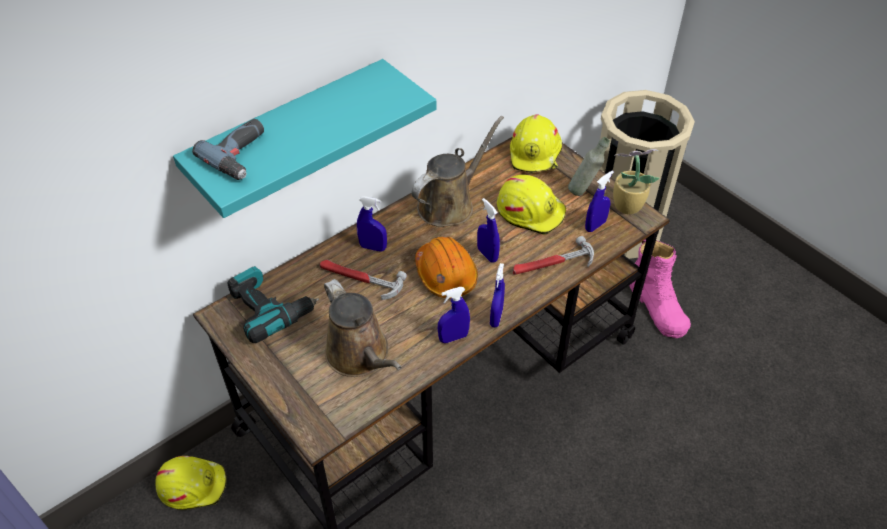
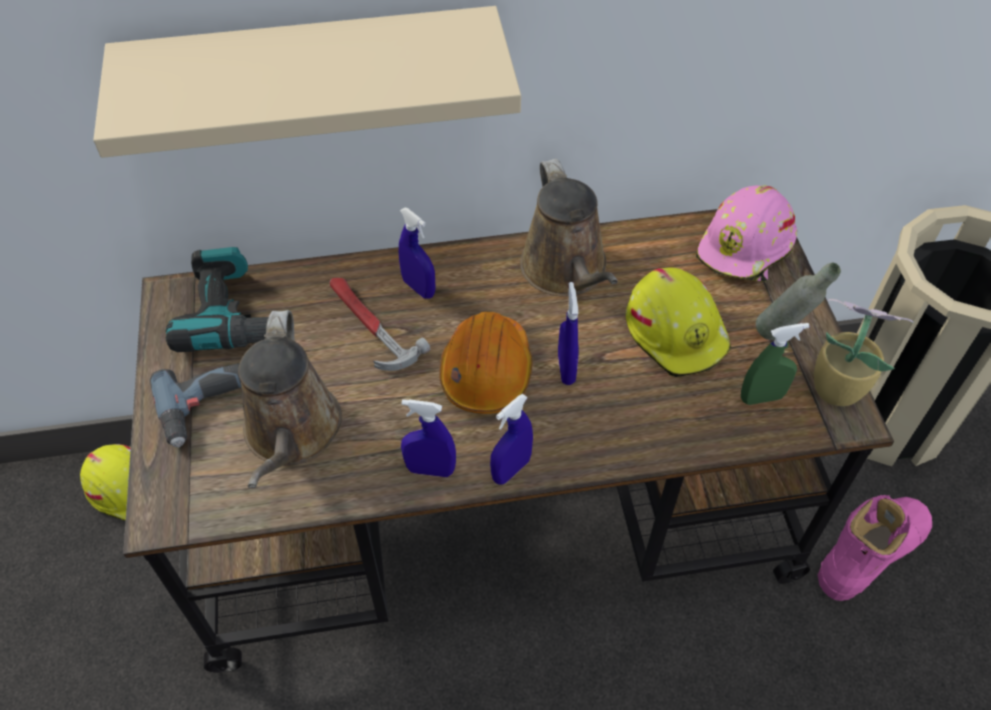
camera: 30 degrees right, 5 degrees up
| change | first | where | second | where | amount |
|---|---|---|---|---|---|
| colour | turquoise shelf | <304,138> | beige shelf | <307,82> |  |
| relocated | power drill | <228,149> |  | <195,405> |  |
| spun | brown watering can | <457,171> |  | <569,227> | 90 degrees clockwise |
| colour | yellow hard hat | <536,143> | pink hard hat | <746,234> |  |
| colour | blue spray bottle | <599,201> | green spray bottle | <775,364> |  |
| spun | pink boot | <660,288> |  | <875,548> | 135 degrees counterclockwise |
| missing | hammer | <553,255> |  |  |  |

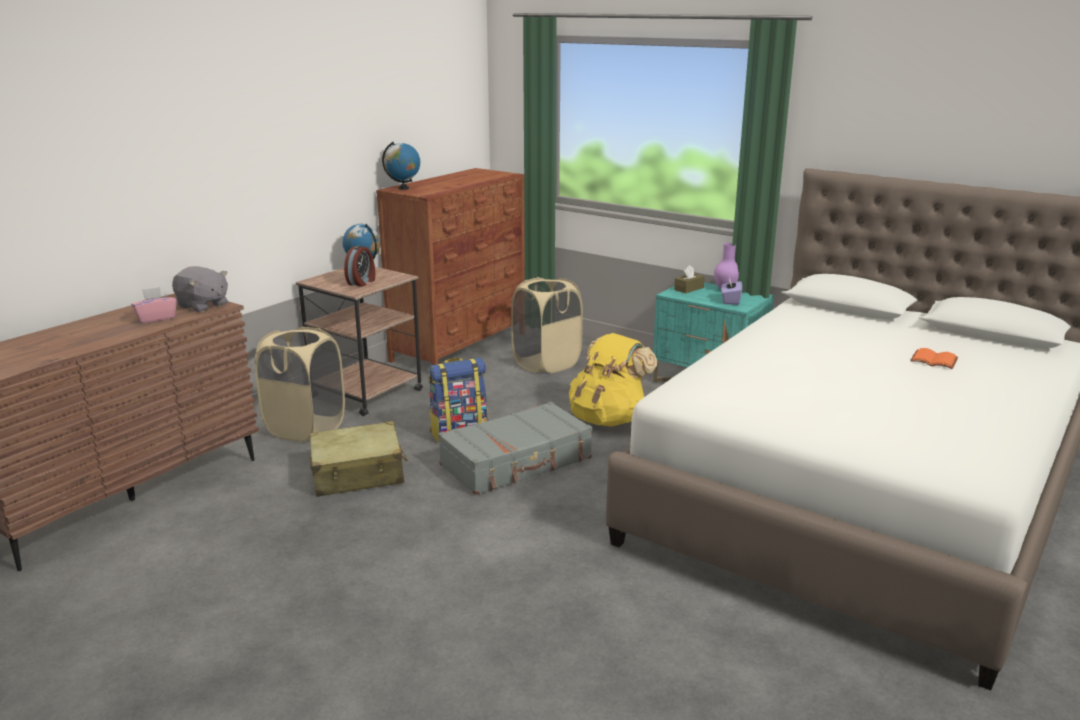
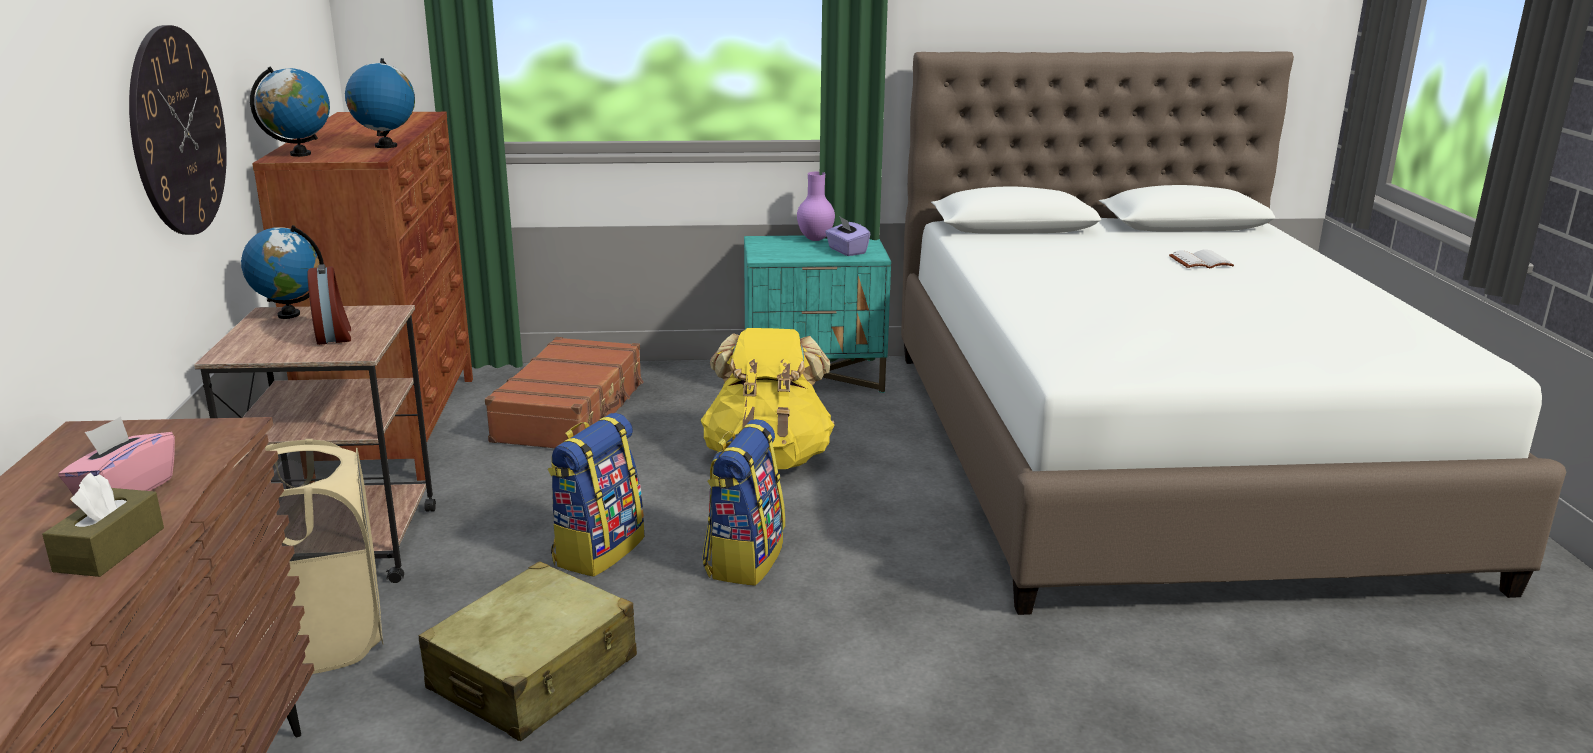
camera: 40 degrees left, 0 degrees up
| change | first | where | second | where | amount |
|---|---|---|---|---|---|
| relocated | brown tissue box | <689,279> |  | <103,525> |  |
| appeared |  |  | wall clock | <178,130> |  |
| appeared |  |  | globe | <380,103> |  |
| exchanged | beige laundry basket | <547,325> | brown suitcase | <564,392> |  |
| exchanged | grey suitcase | <515,448> | backpack | <743,502> |  |
| colour | orange book | <934,358> | white book | <1201,258> |  |
| missing | grey plush toy | <200,289> |  |  |  |

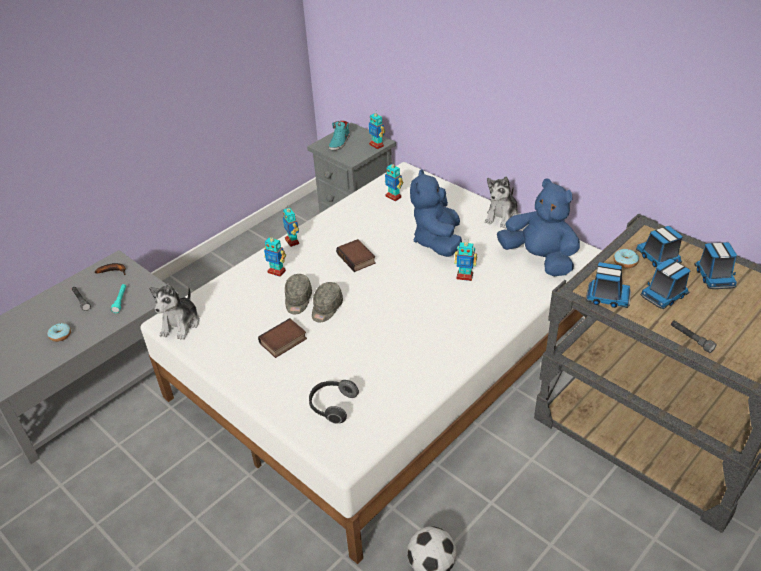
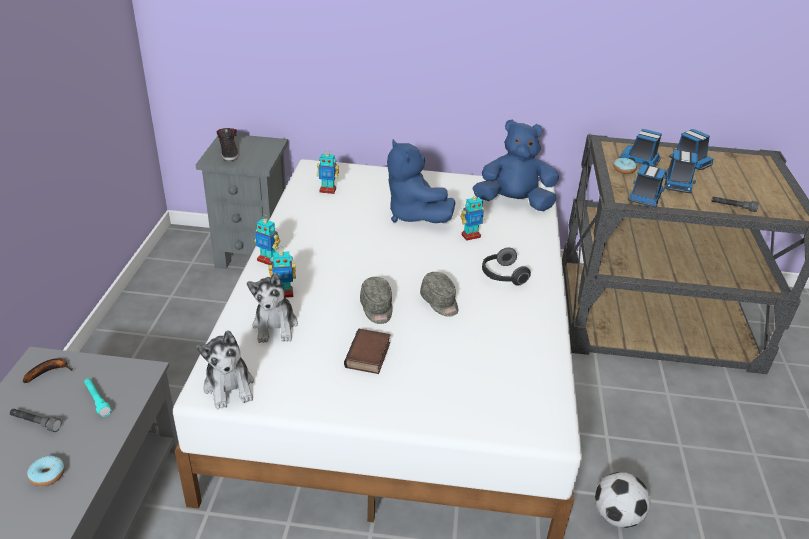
camera: 40 degrees left, 5 degrees down
| change | first | where | second | where | amount |
|---|---|---|---|---|---|
| colour | turquoise shoe | <339,135> | black shoe | <227,144> |  |
| relocated | plush toy | <502,202> |  | <272,307> |  |
| relocated | grey cap | <298,294> |  | <439,294> |  |
| relocated | headphones | <334,402> |  | <506,267> |  |
| spun | toy truck | <608,285> |  | <647,186> | 45 degrees counterclockwise |
| missing | book | <356,255> |  |  |  |
| missing | toy robot | <377,129> |  |  |  |

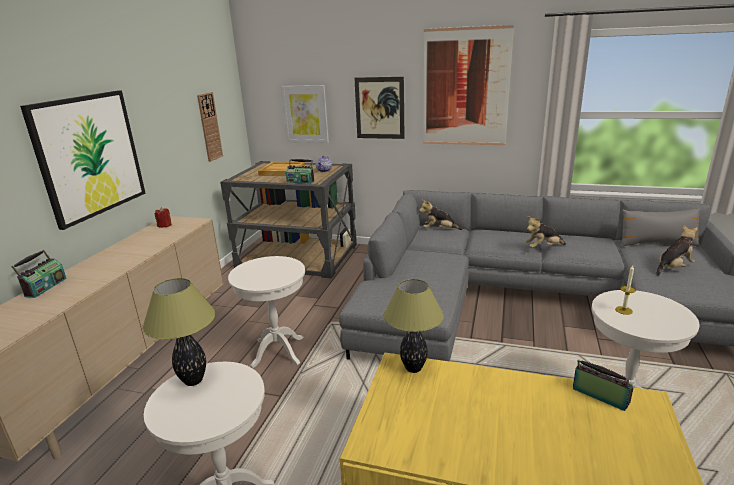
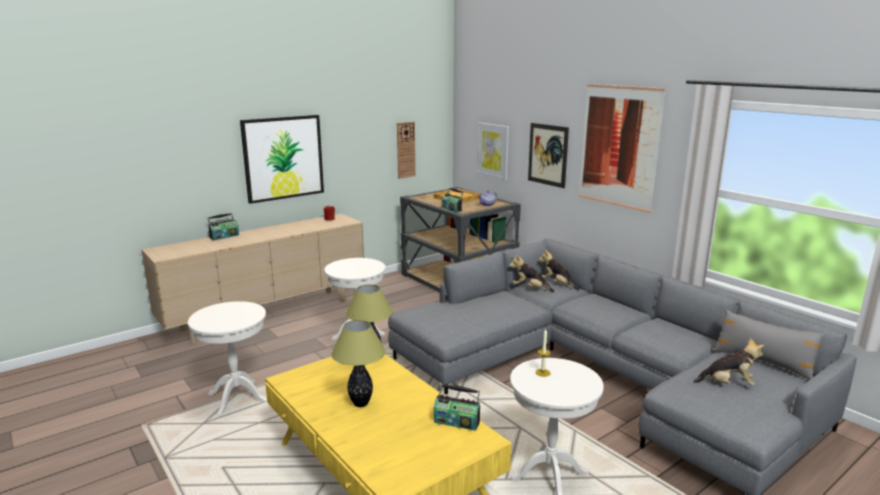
camera: 35 degrees right, 5 degrees down
| change | first | where | second | where | amount |
|---|---|---|---|---|---|
| relocated | table lamp | <179,332> |  | <358,363> |  |
| spun | radio | <603,385> |  | <457,407> | 120 degrees clockwise |
| relocated | plush toy | <545,232> |  | <532,273> |  |

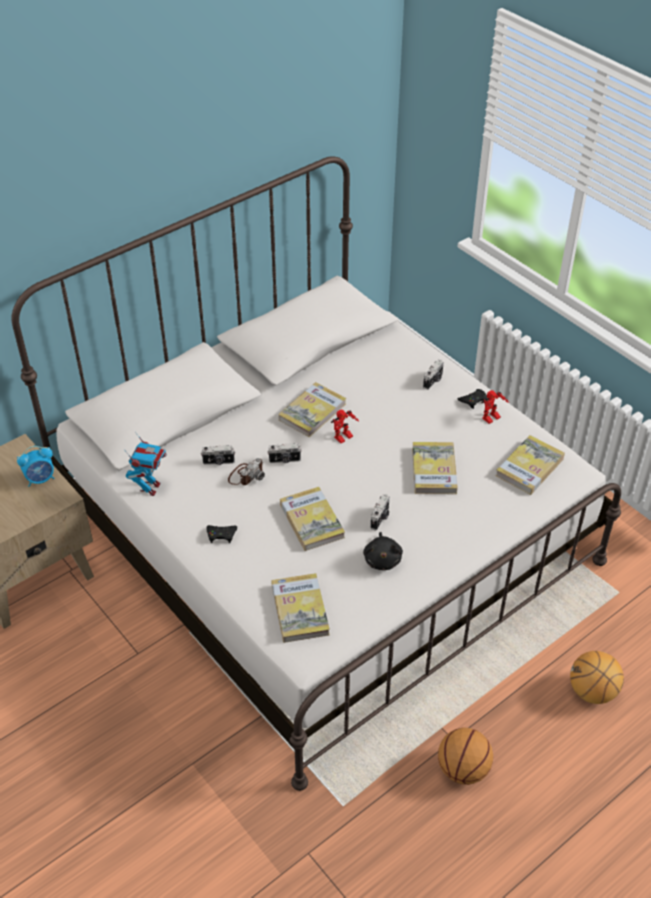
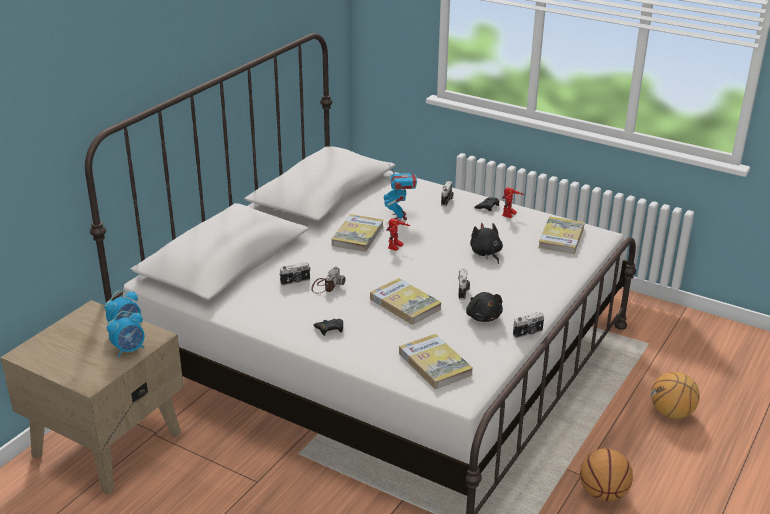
camera: 20 degrees left, 15 degrees down
| change | first | where | second | where | amount |
|---|---|---|---|---|---|
| appeared |  |  | alarm clock | <125,334> |  |
| relocated | toy robot | <145,464> |  | <400,192> |  |
| exchanged | book | <435,468> | black plush toy | <486,243> |  |
| relocated | photo camera | <284,453> |  | <528,325> |  |

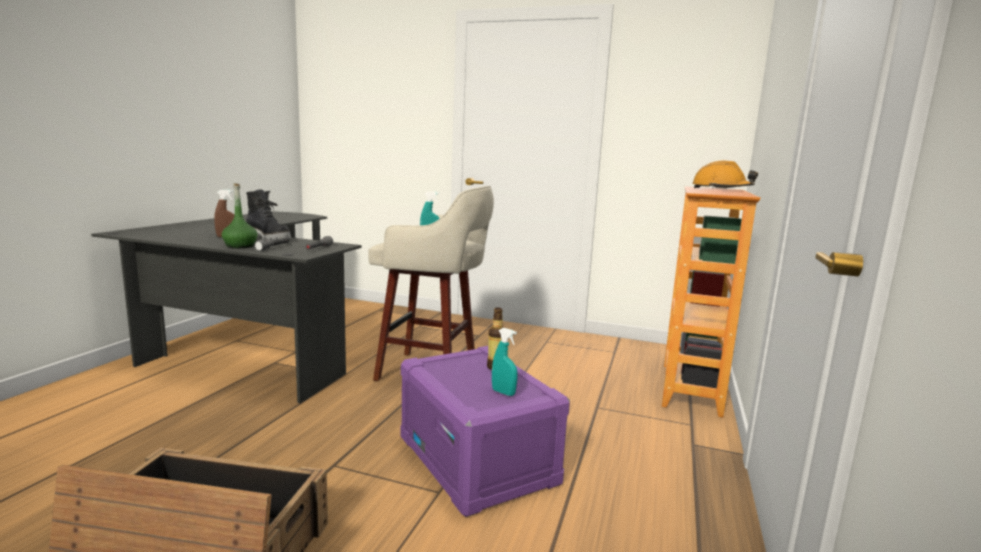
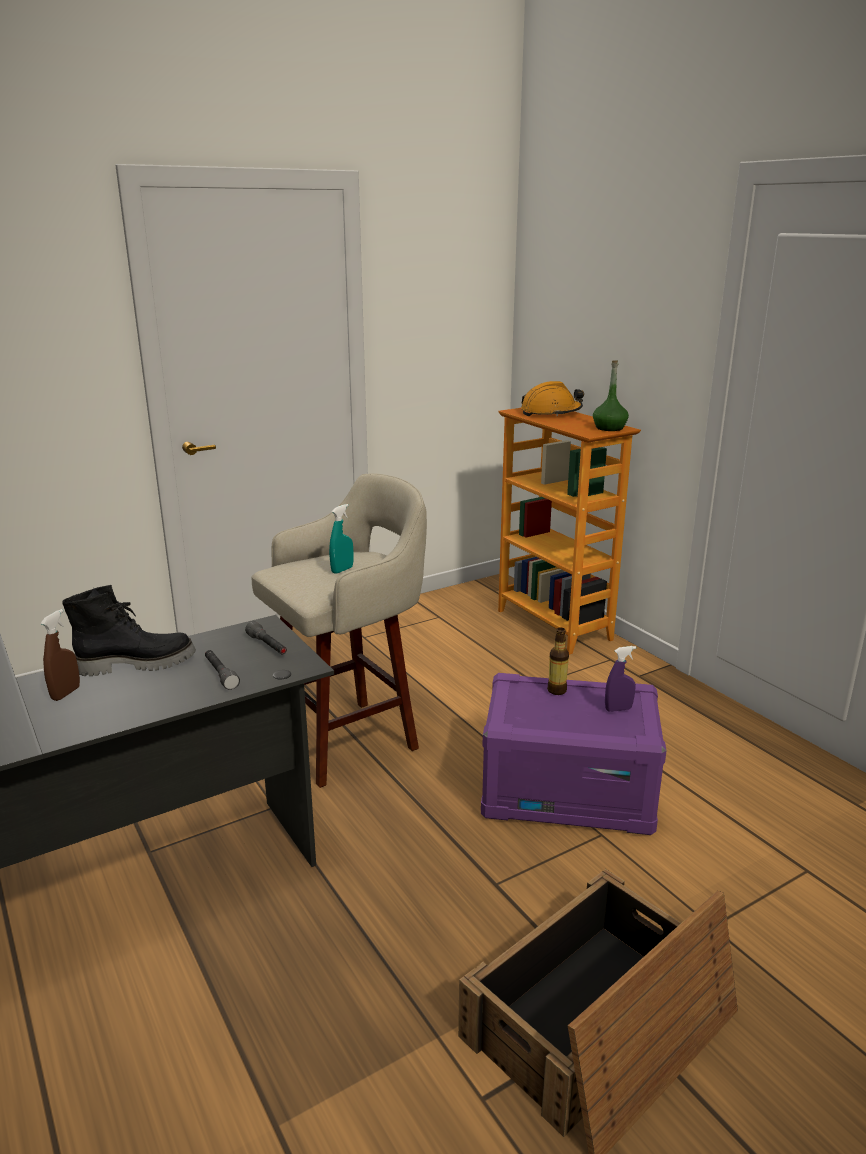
camera: 50 degrees left, 10 degrees up
| change | first | where | second | where | amount |
|---|---|---|---|---|---|
| relocated | green bottle | <240,215> |  | <611,395> |  |
| colour | turquoise spray bottle | <505,362> | purple spray bottle | <620,679> |  |

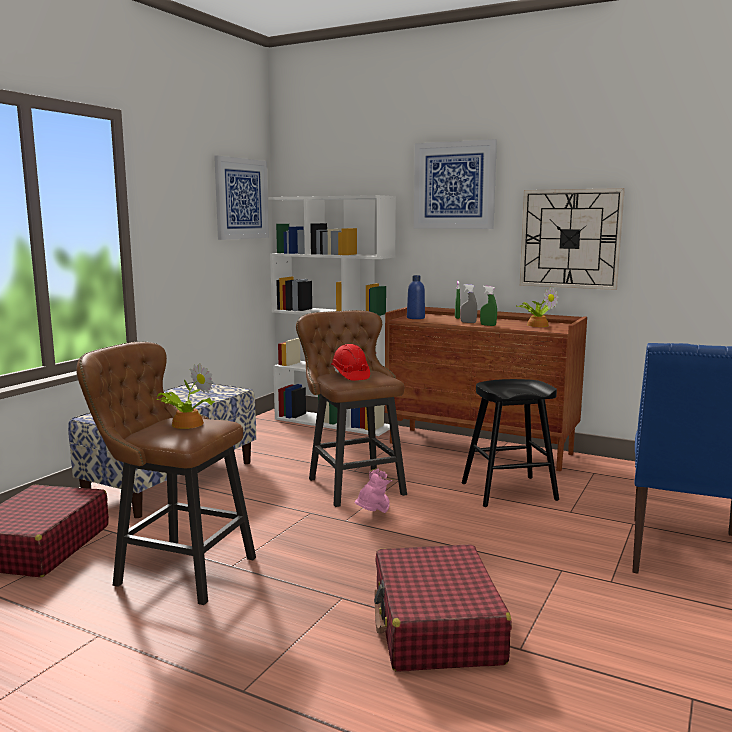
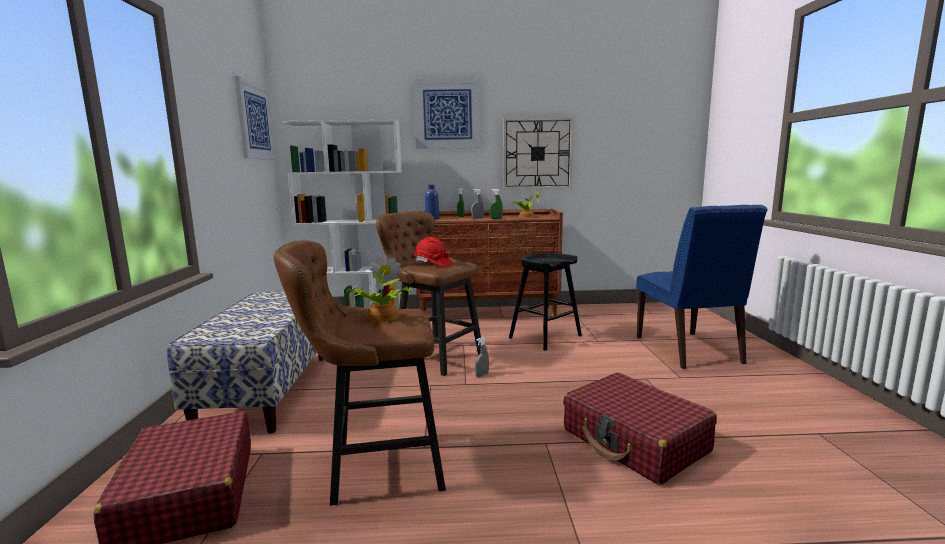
camera: 30 degrees left, 0 degrees up
| change | first | where | second | where | amount |
|---|---|---|---|---|---|
| exchanged | pink boot | <374,490> | grey spray bottle | <482,357> |  |

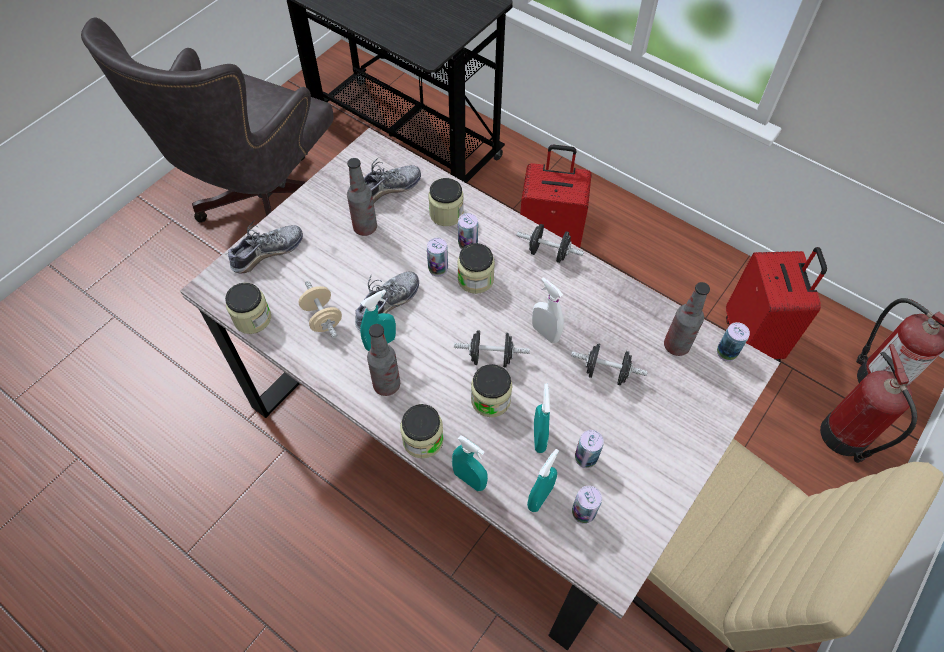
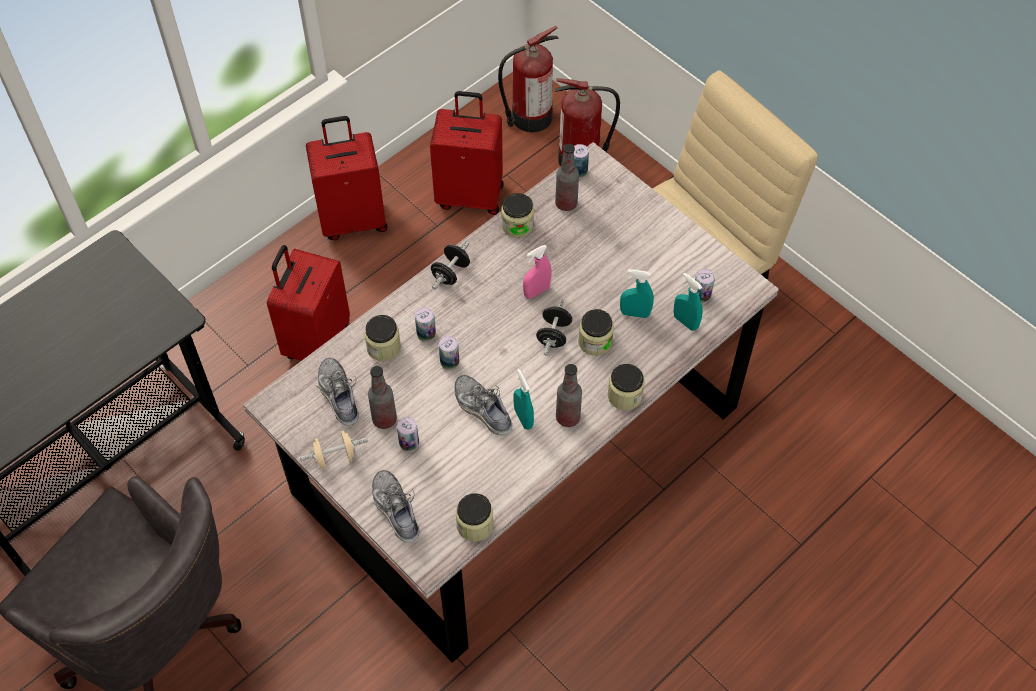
camera: 80 degrees left, 0 degrees up
| change | first | where | second | where | amount |
|---|---|---|---|---|---|
| relocated | beige dumbbell | <320,309> |  | <333,450> |  |
| appeared |  |  | red suitcase | <347,178> |  |
| relocated | can | <589,449> |  | <408,434> |  |
| relocated | jar | <476,268> |  | <517,215> |  |
| colour | white spray bottle | <548,310> | pink spray bottle | <537,272> |  |
| missing | turquoise spray bottle | <470,463> |  |  |  |
| missing | black dumbbell | <609,364> |  |  |  |

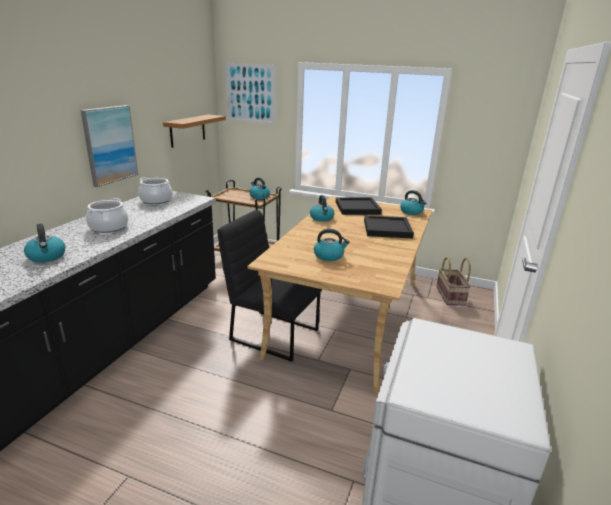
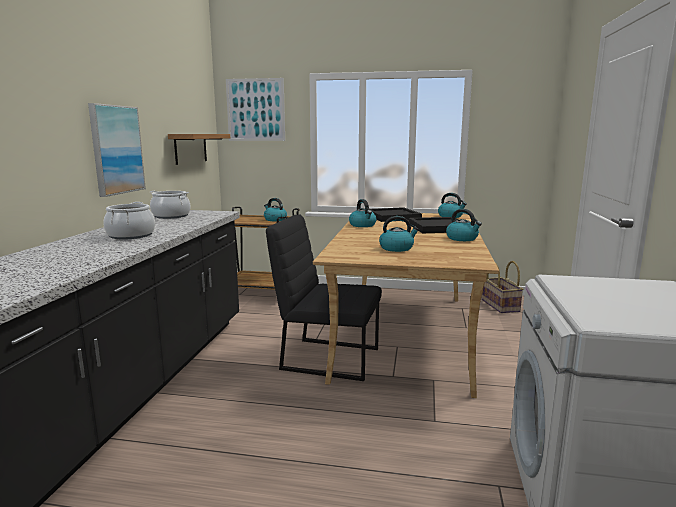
camera: 10 degrees left, 10 degrees down
| change | first | where | second | where | amount |
|---|---|---|---|---|---|
| relocated | kettle | <44,243> |  | <464,225> |  |

